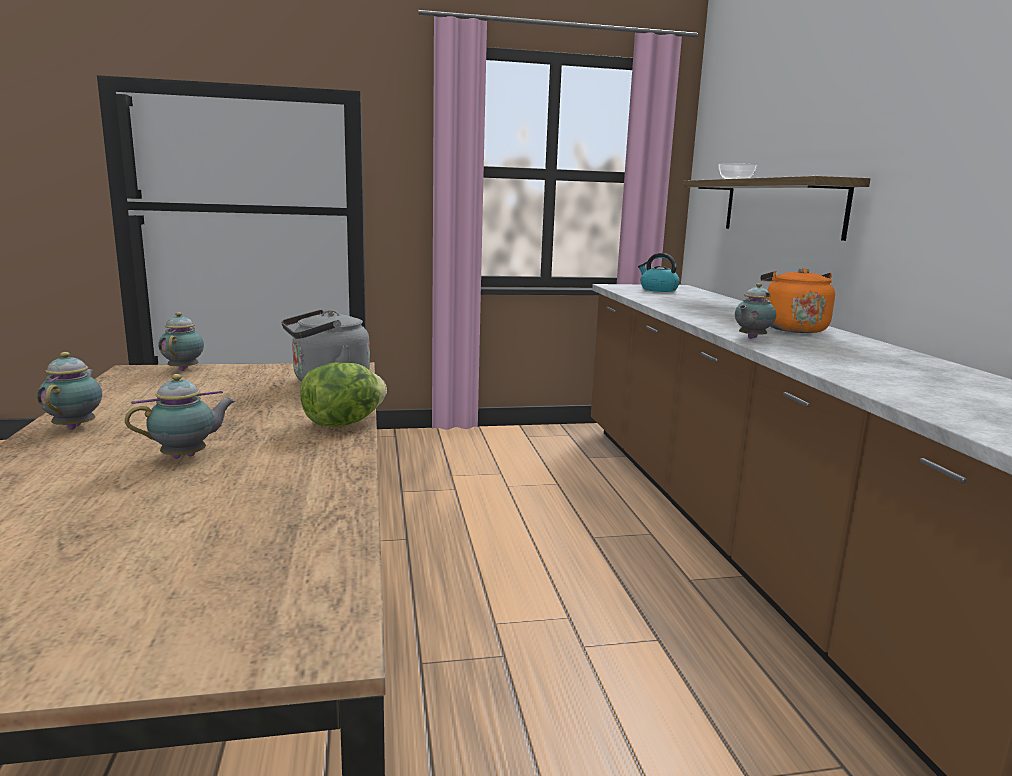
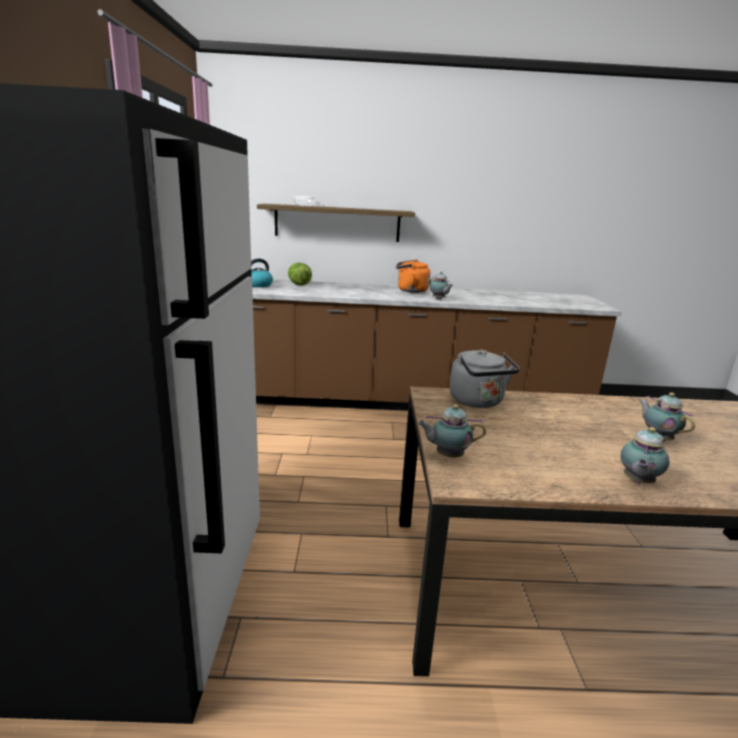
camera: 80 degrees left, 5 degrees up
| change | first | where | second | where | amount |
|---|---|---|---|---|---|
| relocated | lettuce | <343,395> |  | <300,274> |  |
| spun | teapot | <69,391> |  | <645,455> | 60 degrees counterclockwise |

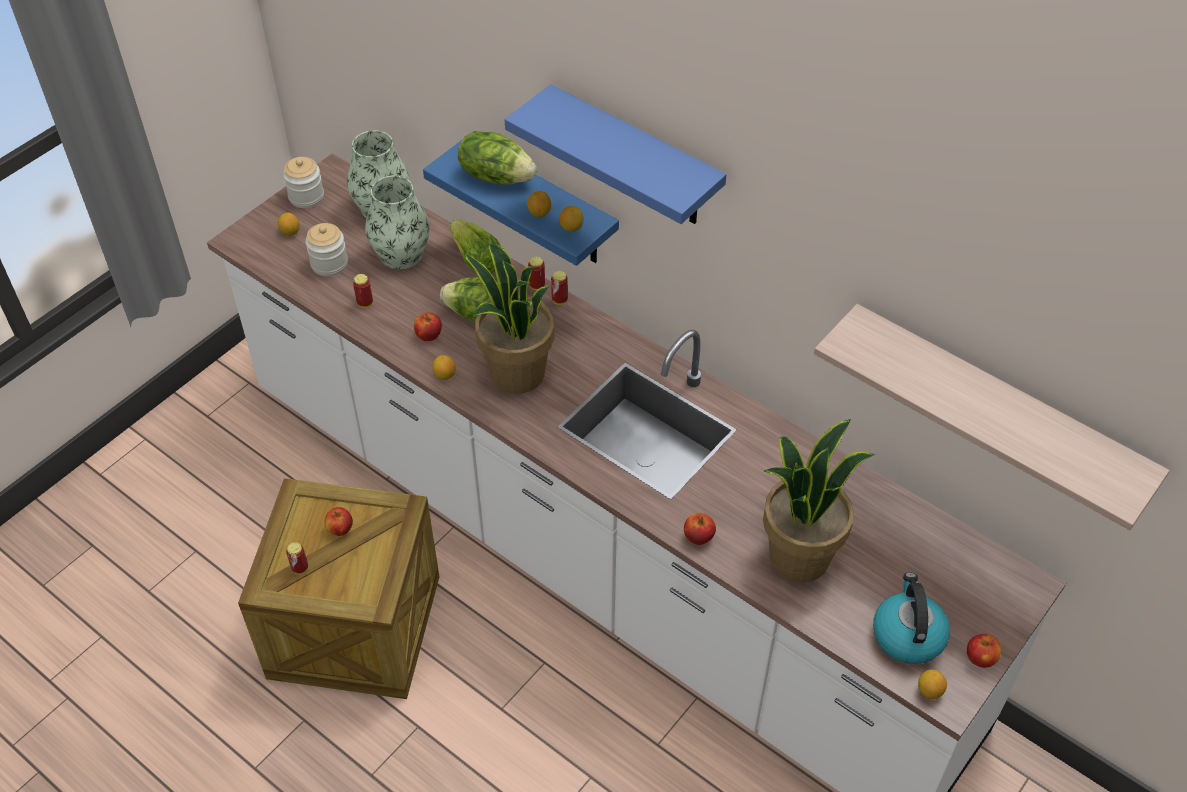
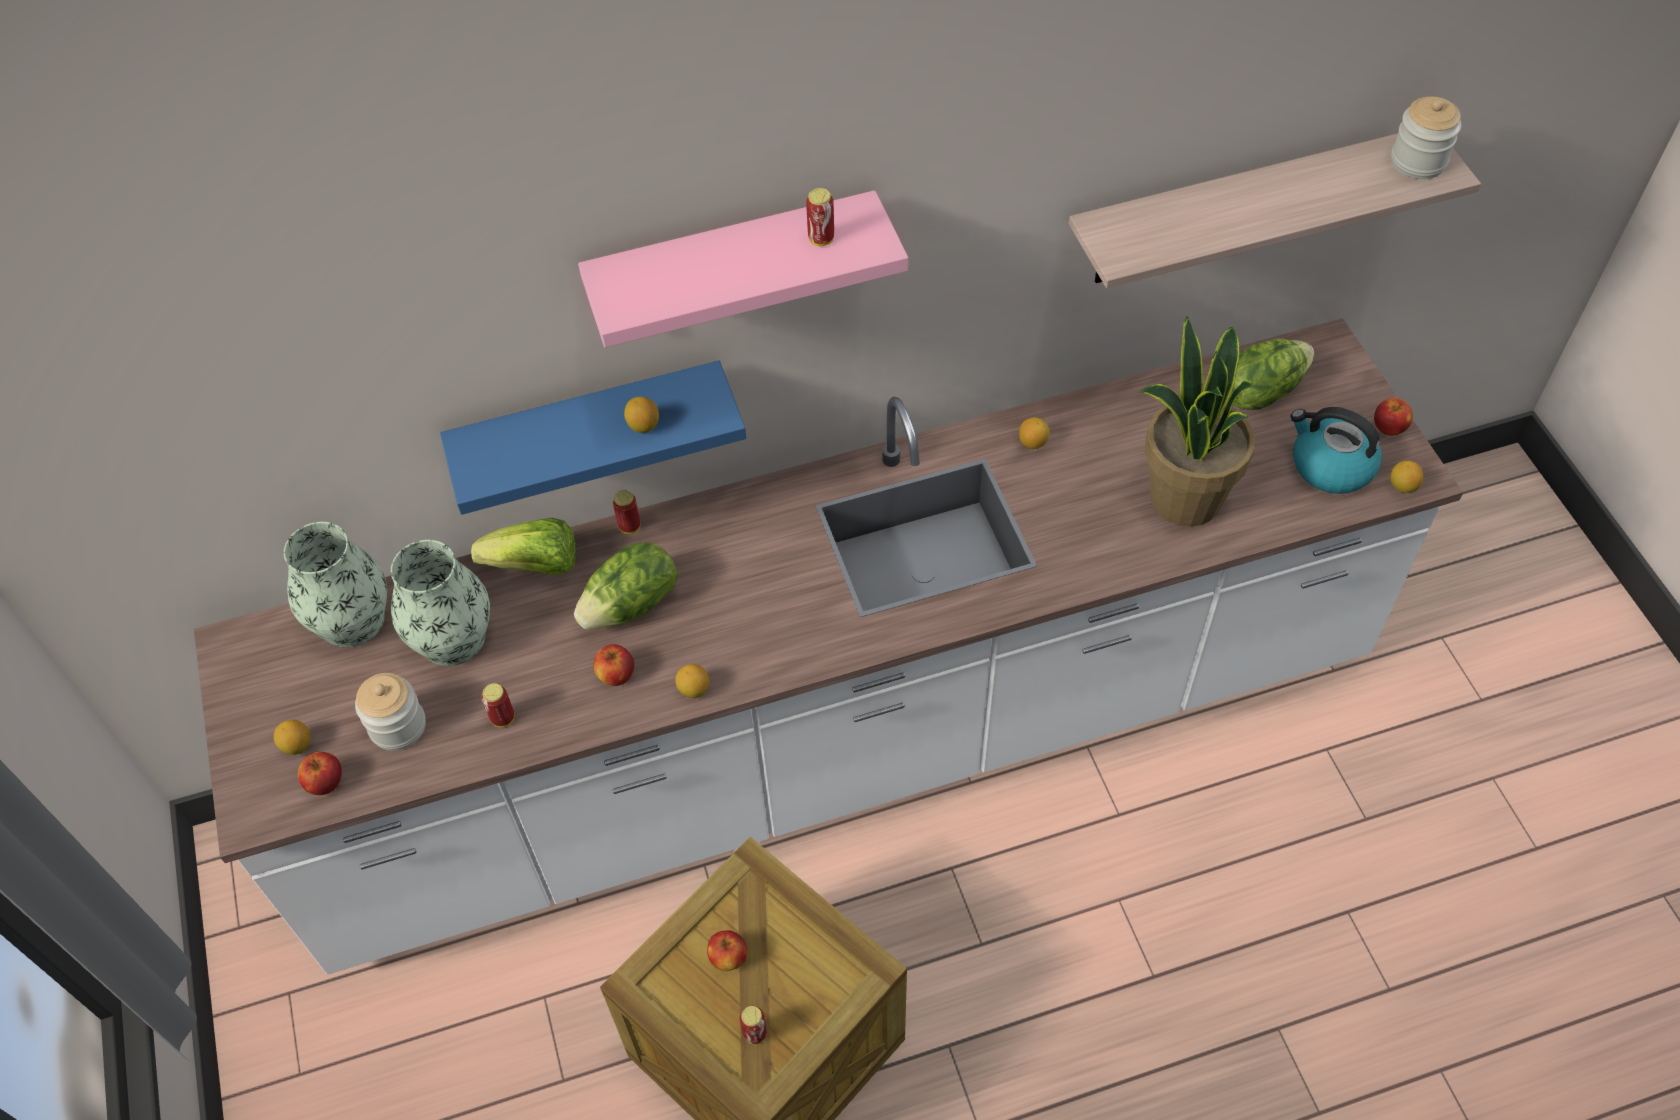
camera: 55 degrees left, 5 degrees up
| change | first | where | second | where | amount |
|---|---|---|---|---|---|
| relocated | apple | <700,529> |  | <320,773> |  |
| colour | blue shelf | <615,154> | pink shelf | <743,269> |  |
| relocated | can | <559,288> |  | <820,217> |  |
| relocated | lemon | <571,219> |  | <1034,433> |  |
| relocated | lettuce | <497,158> |  | <1271,374> |  |
| relocated | jar | <303,182> |  | <1426,137> |  |
| missing | potted plant | <508,318> |  |  |  |

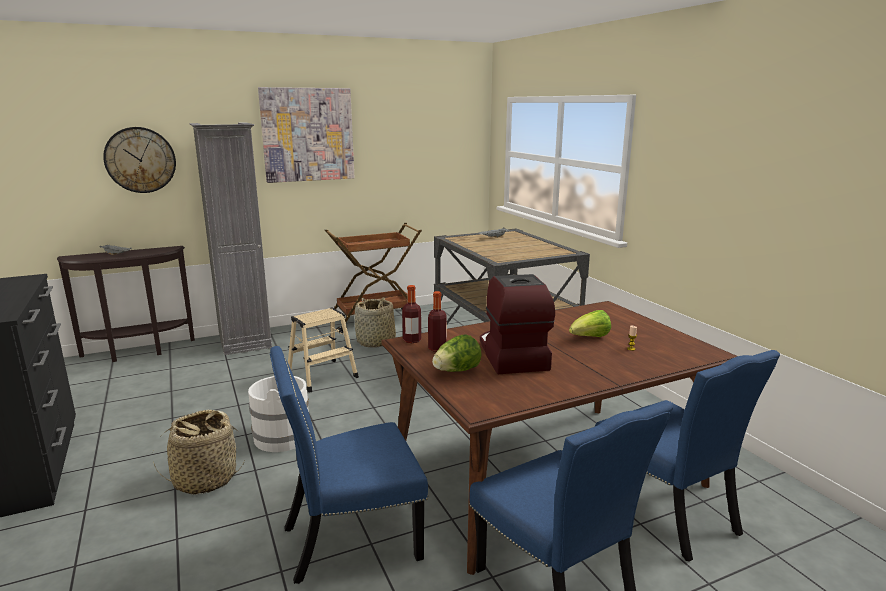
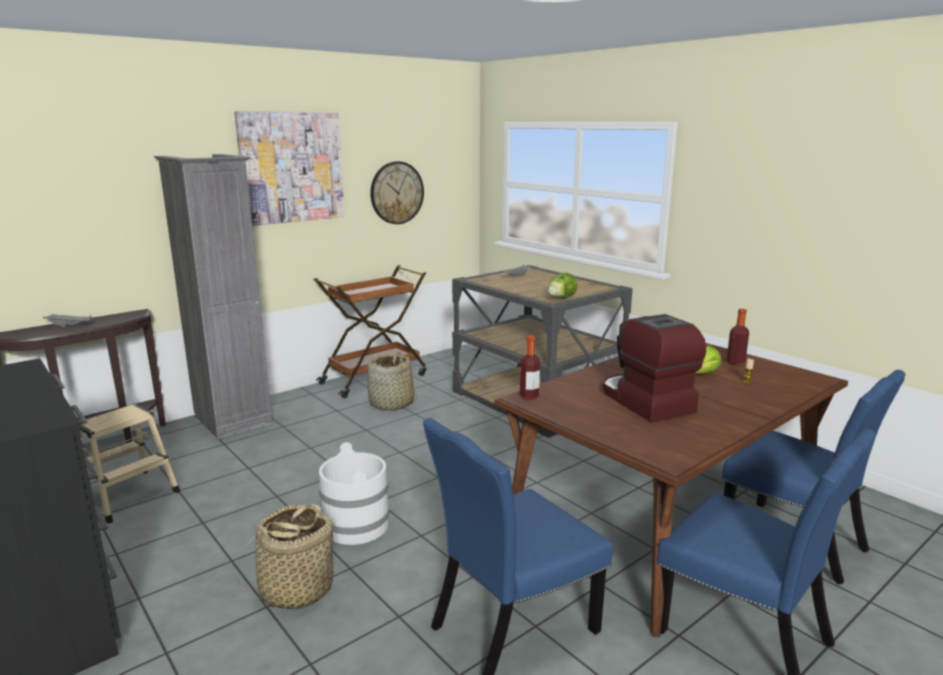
camera: 15 degrees left, 0 degrees up
| change | first | where | second | where | amount |
|---|---|---|---|---|---|
| relocated | beige step ladder | <323,350> |  | <129,463> |  |
| relocated | wall clock | <139,160> |  | <397,192> |  |
| relocated | lettuce | <457,353> |  | <563,285> |  |
| relocated | bottle | <437,321> |  | <737,337> |  |

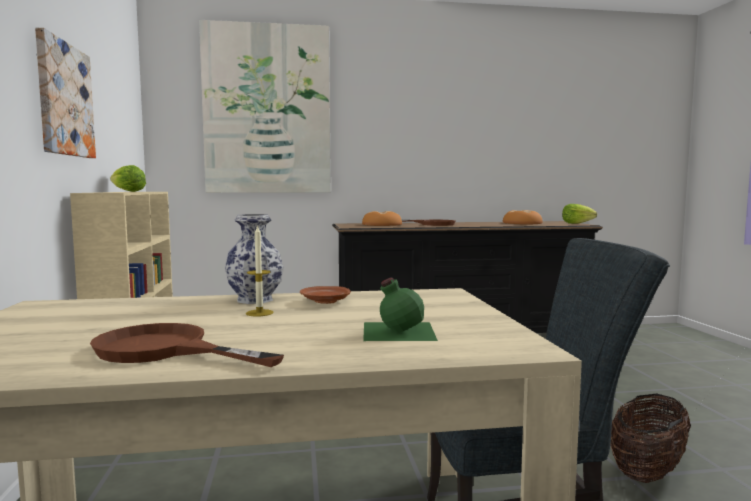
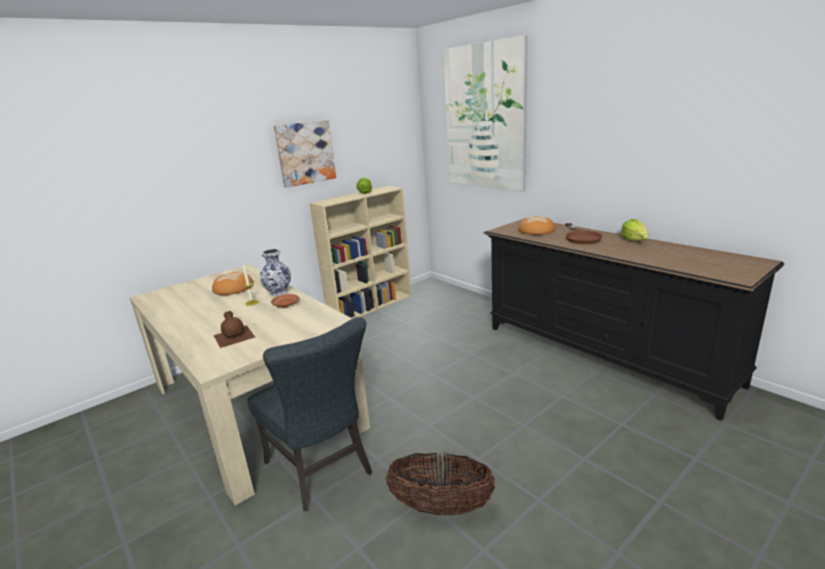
camera: 60 degrees right, 15 degrees up
| change | first | where | second | where | amount |
|---|---|---|---|---|---|
| relocated | bread | <523,217> |  | <232,283> |  |
| colour | green bottle | <400,309> | brown bottle | <234,329> |  |
| relocated | lettuce | <579,214> |  | <634,230> |  |
| missing | brown frying pan | <187,345> |  |  |  |

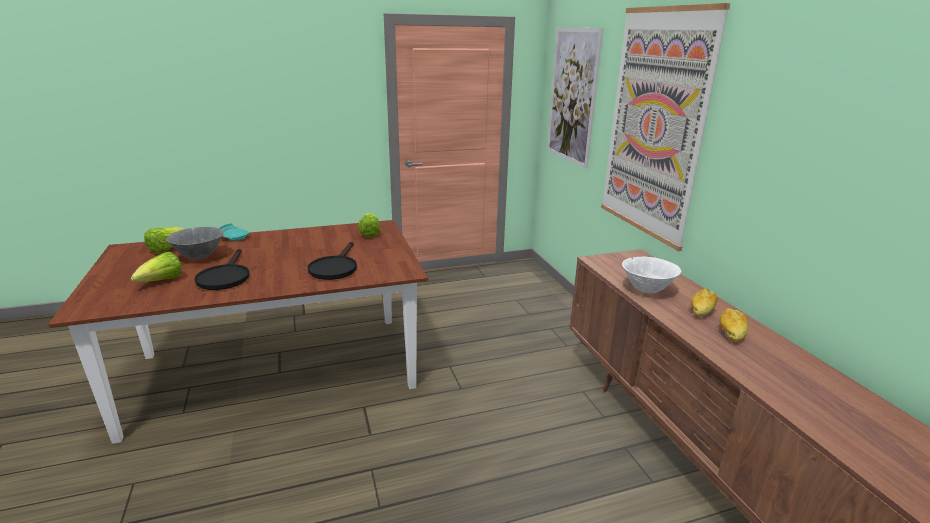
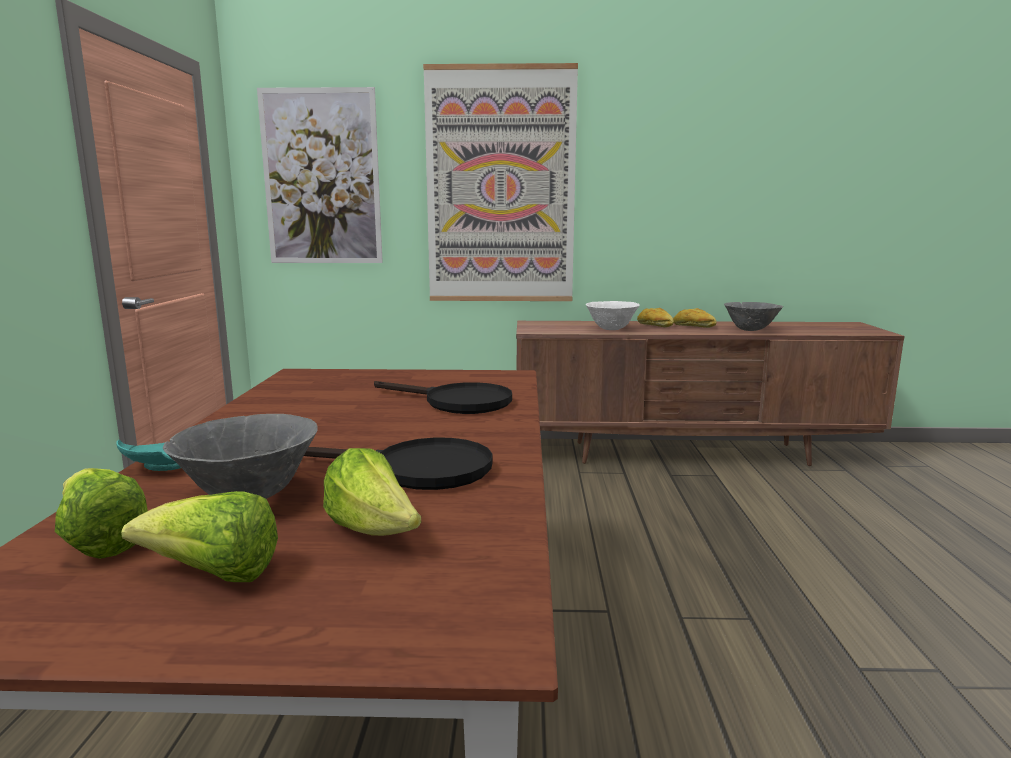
camera: 70 degrees left, 10 degrees down
| change | first | where | second | where | amount |
|---|---|---|---|---|---|
| relocated | lettuce | <369,225> |  | <199,536> |  |
| appeared |  |  | grey bowl | <753,316> |  |

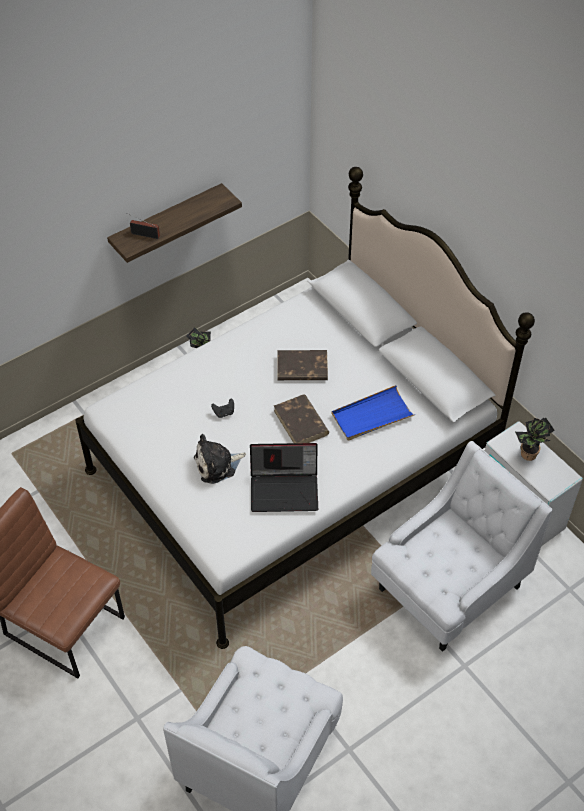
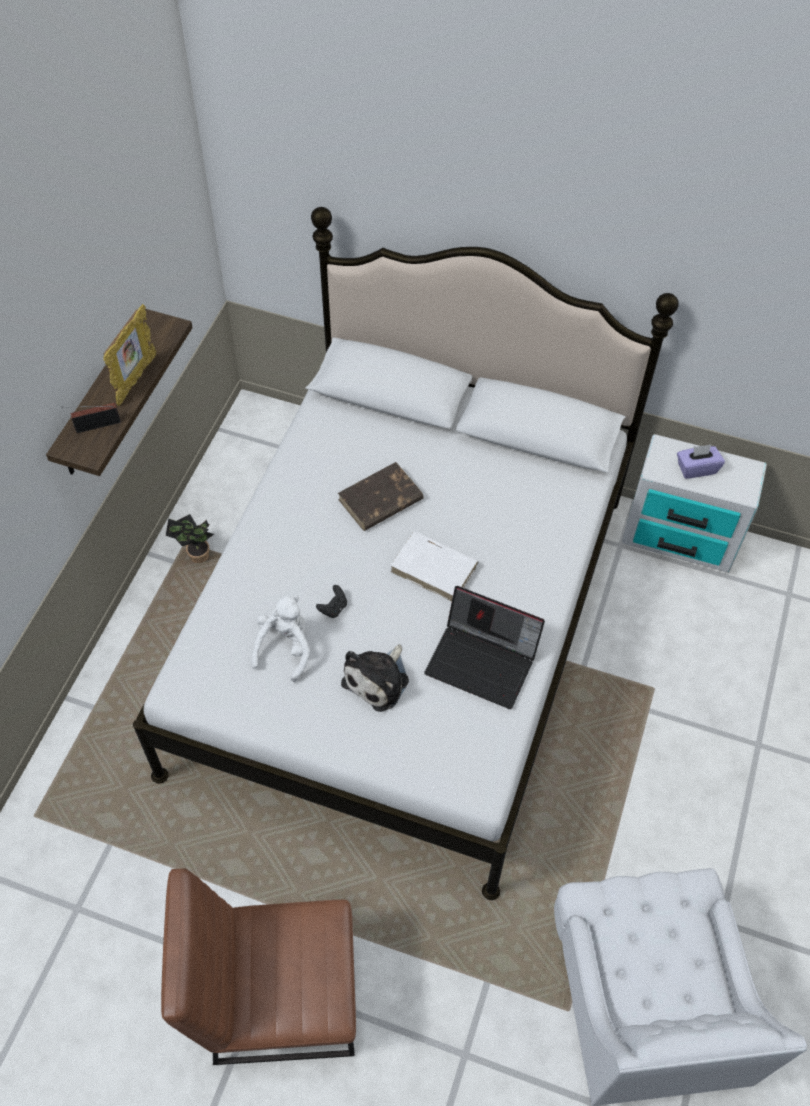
camera: 35 degrees left, 5 degrees up
| change | first | where | second | where | amount |
|---|---|---|---|---|---|
| appeared |  |  | picture frame | <129,355> |  |
| appeared |  |  | white plush toy | <280,638> |  |
| colour | brown book | <301,418> | white book | <434,566> |  |
| spun | laptop | <284,477> |  | <484,647> | 60 degrees clockwise |
| exchanged | potted plant | <535,439> | purple tissue box | <701,462> |  |
| missing | blue tray | <374,413> |  |  |  |
| missing | white armchair | <462,546> |  |  |  |

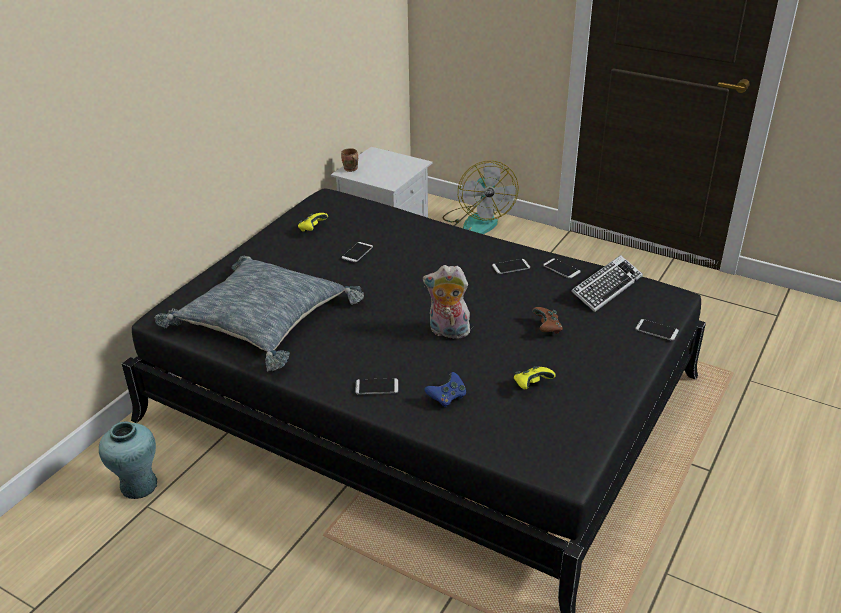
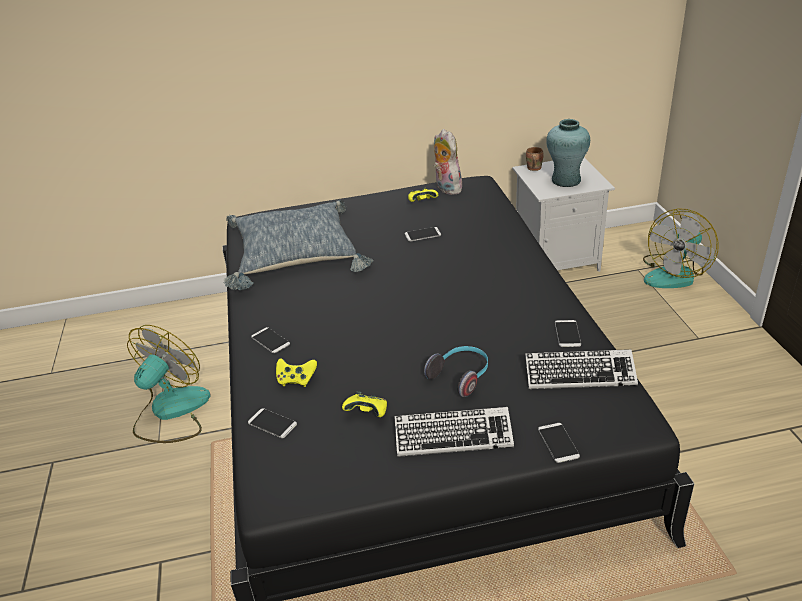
camera: 50 degrees right, 0 degrees up
| change | first | where | second | where | amount |
|---|---|---|---|---|---|
| appeared |  |  | fan | <169,384> |  |
| relocated | phone | <511,266> |  | <272,423> |  |
| colour | blue game controller | <445,390> | yellow game controller | <296,372> |  |
| appeared |  |  | keyboard | <454,432> |  |
| exchanged | brown game controller | <547,320> | headphones | <456,371> |  |
| relocated | plush toy | <446,302> |  | <449,162> |  |
| relocated | turquoise vase | <128,460> |  | <568,153> |  |

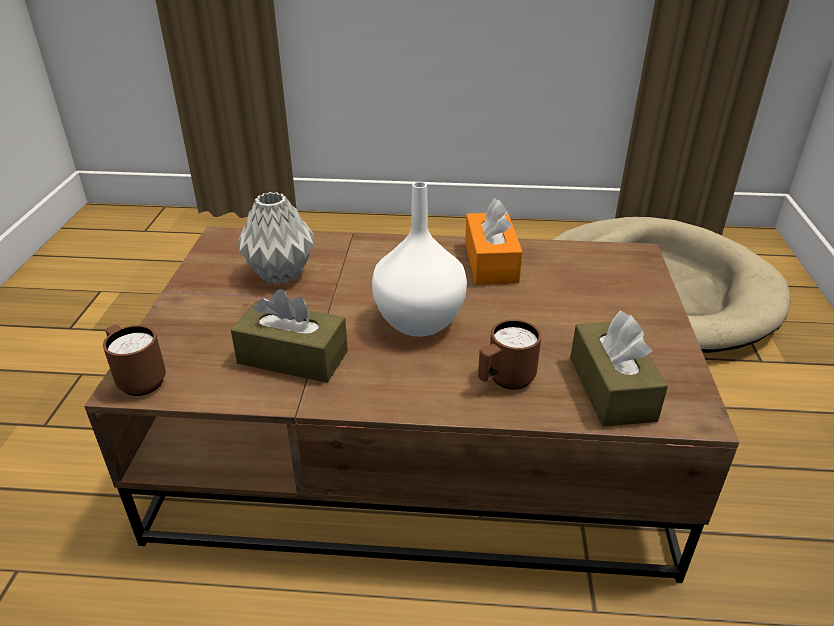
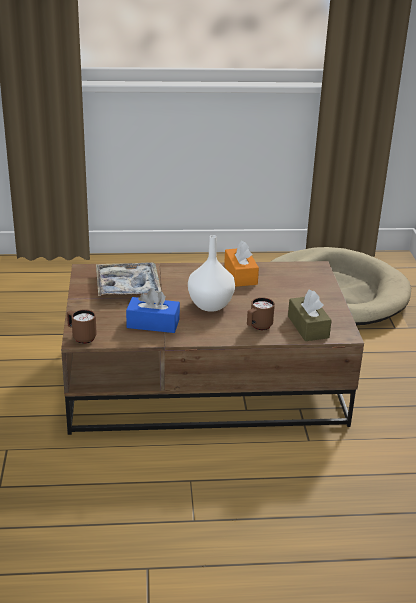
camera: 10 degrees left, 5 degrees down
| change | first | where | second | where | amount |
|---|---|---|---|---|---|
| exchanged | grey vase | <275,238> | tray | <128,279> |  |
| colour | brown tissue box | <289,336> | blue tissue box | <153,310> |  |

